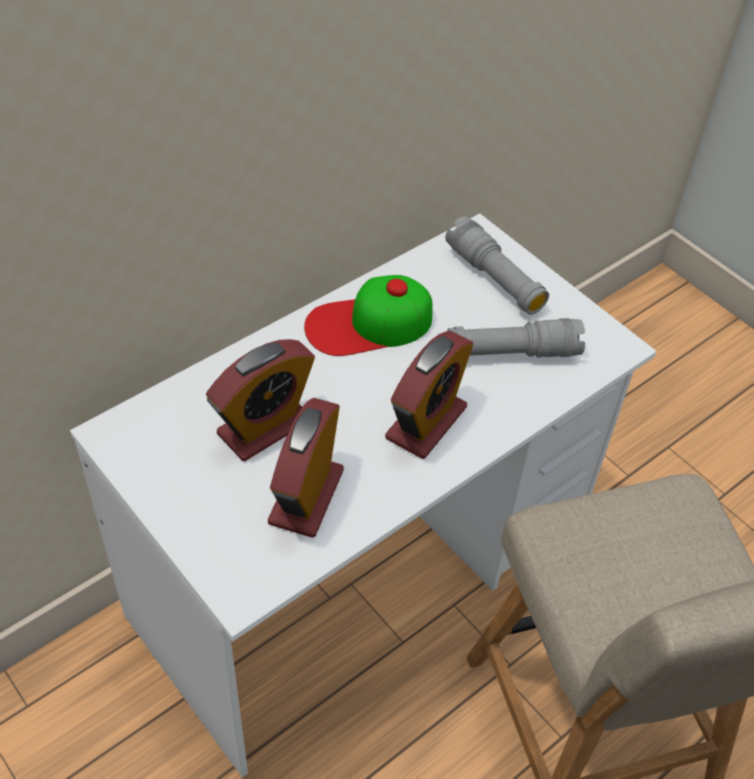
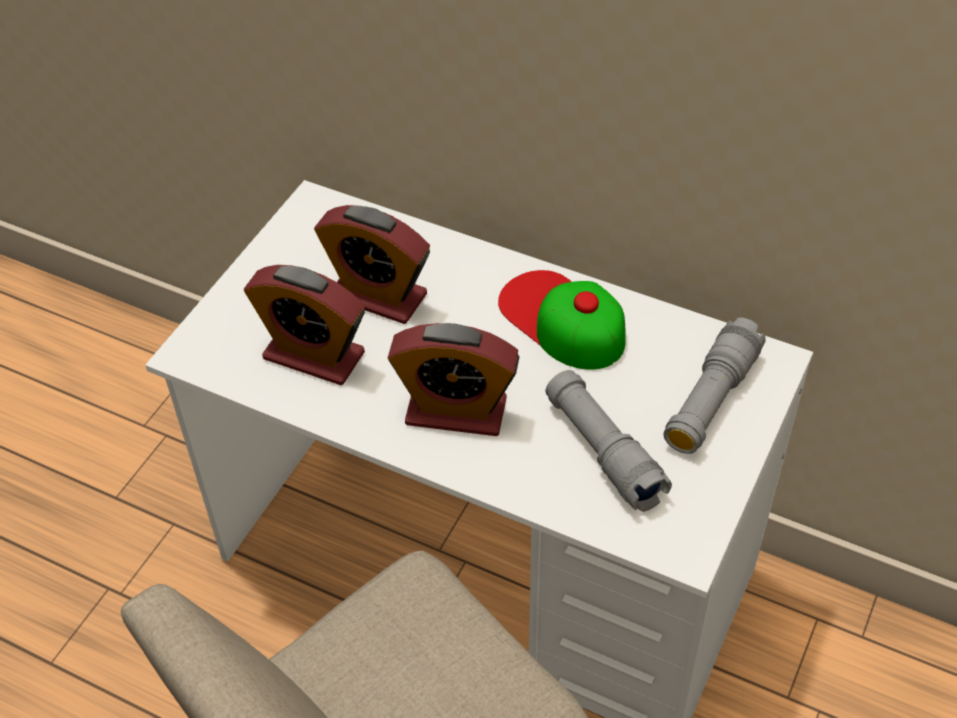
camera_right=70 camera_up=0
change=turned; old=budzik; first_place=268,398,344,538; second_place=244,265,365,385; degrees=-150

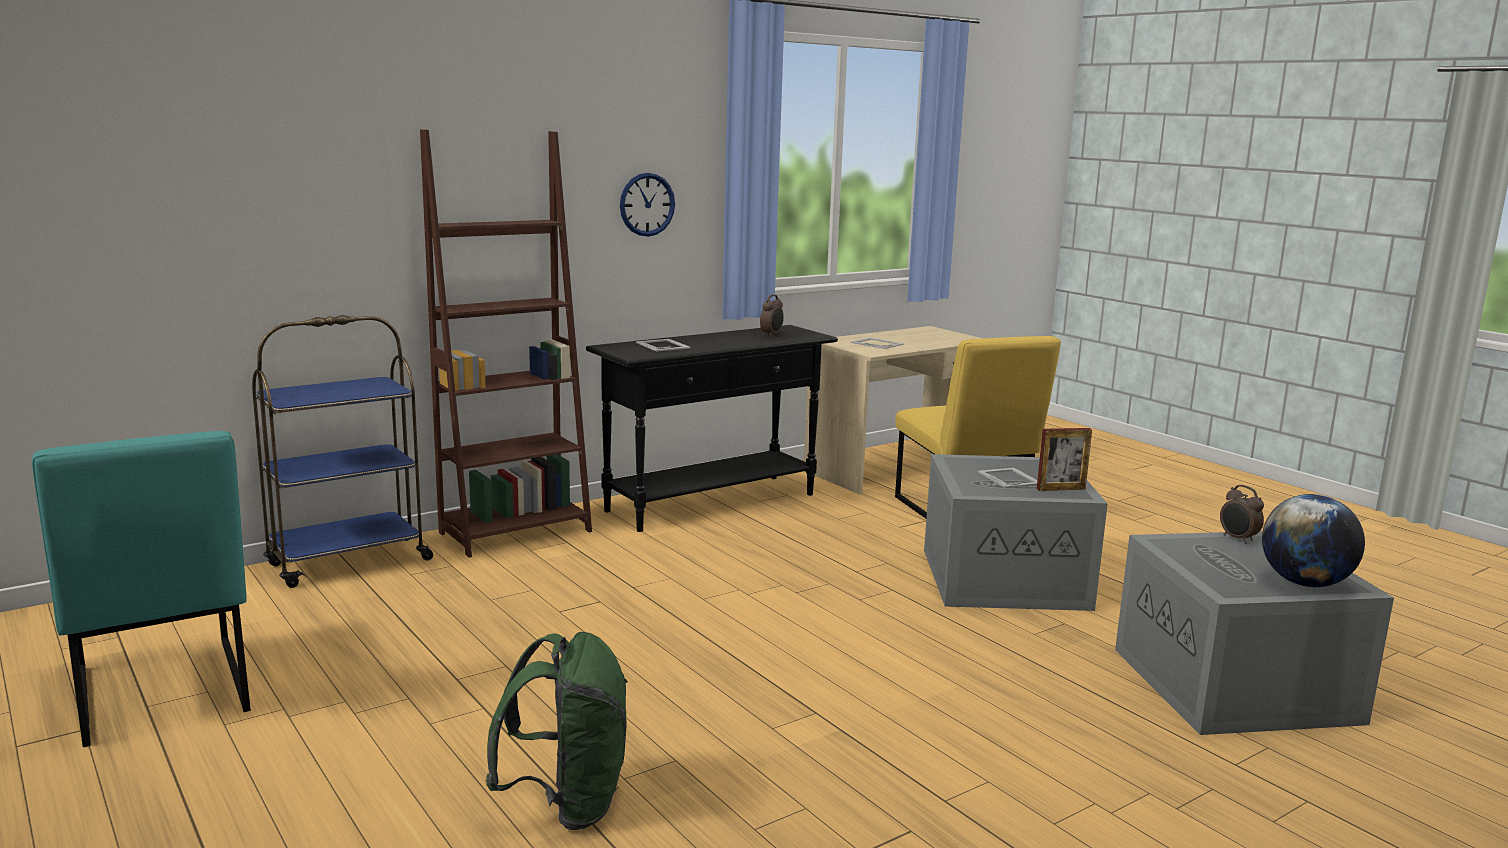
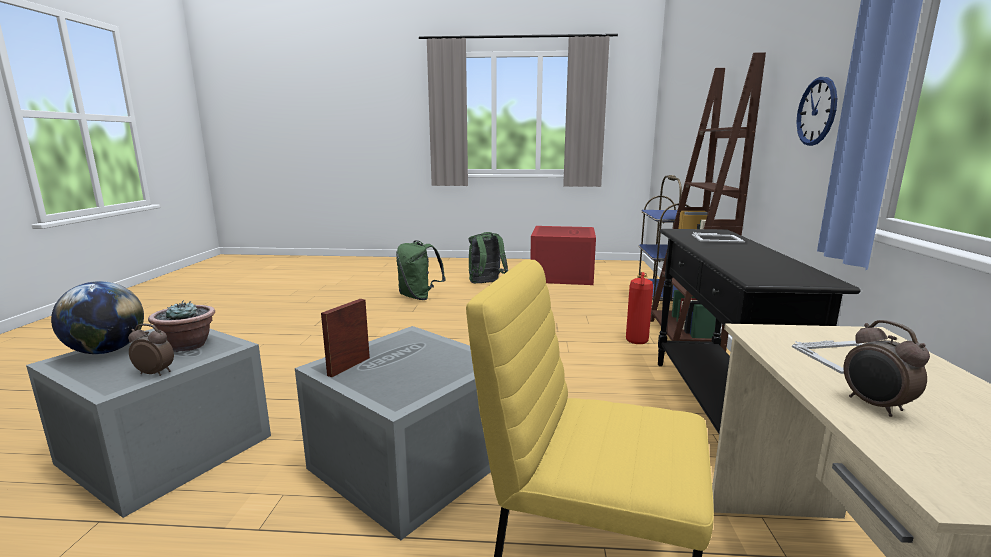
camera_right=130 camera_up=0
change=moved; old=budzik; first_place=760,295,784,337; second_place=844,320,930,417
change=replaced; old=krzesło [turkusowy]; new=pojemnik do przechowywania [czerwony]; first_place=32,431,251,747; second_place=530,226,596,285
change=removed; old=ramka na zdjęcie; first_place=978,468,1037,488
change=added; new=plecak [zielony]; second_place=469,232,508,283
change=added; new=gaśnica; second_place=626,272,653,344
change=added; new=roślina doniczkowa; second_place=148,300,215,352

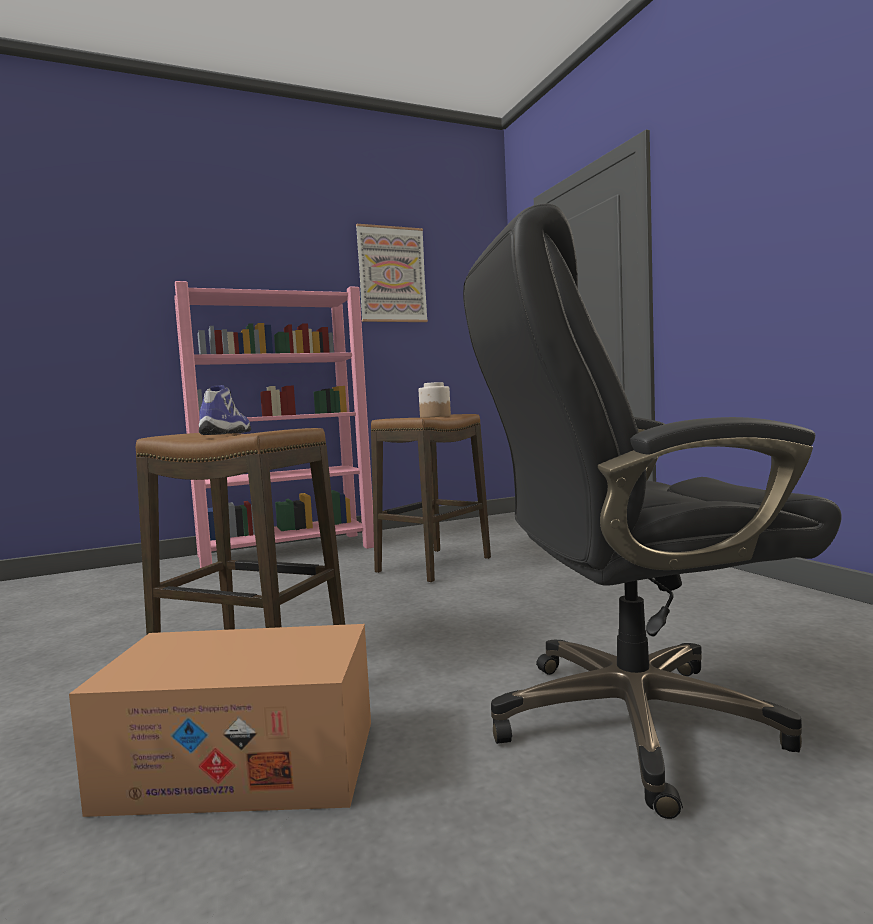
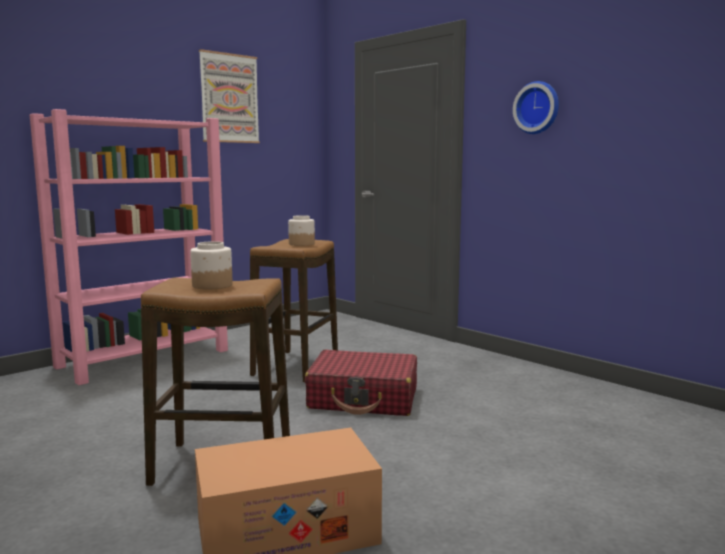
camera_right=-20 camera_up=5
change=removed; old=krzesło biurowe [czarny]; first_place=463,204,842,819
change=replaced; old=but; new=słoik; first_place=199,385,251,435; second_place=190,241,233,290
change=added; new=zegar ścienny; second_place=513,81,559,134
change=added; new=walizka [czerwony]; second_place=305,349,417,416

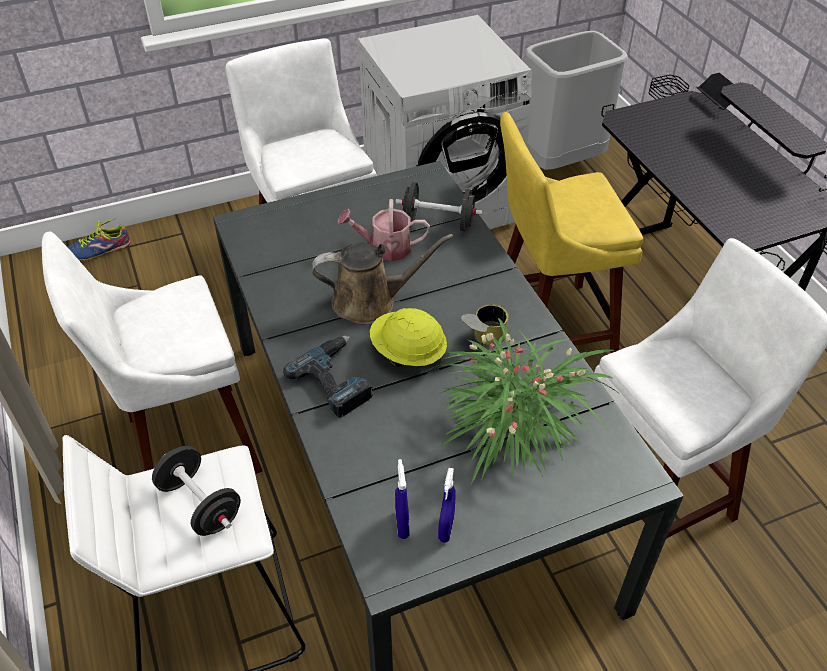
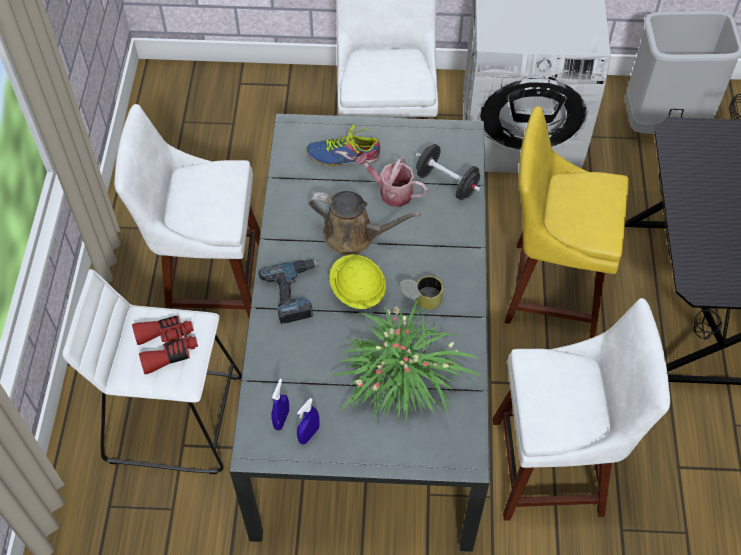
camera_right=25 camera_up=10
change=moved; old=but; first_place=67,218,130,261; second_place=306,125,380,166
change=replaced; old=hantel [czarny]; new=lornetka [czerwony]; first_place=152,446,241,536; second_place=132,316,198,374

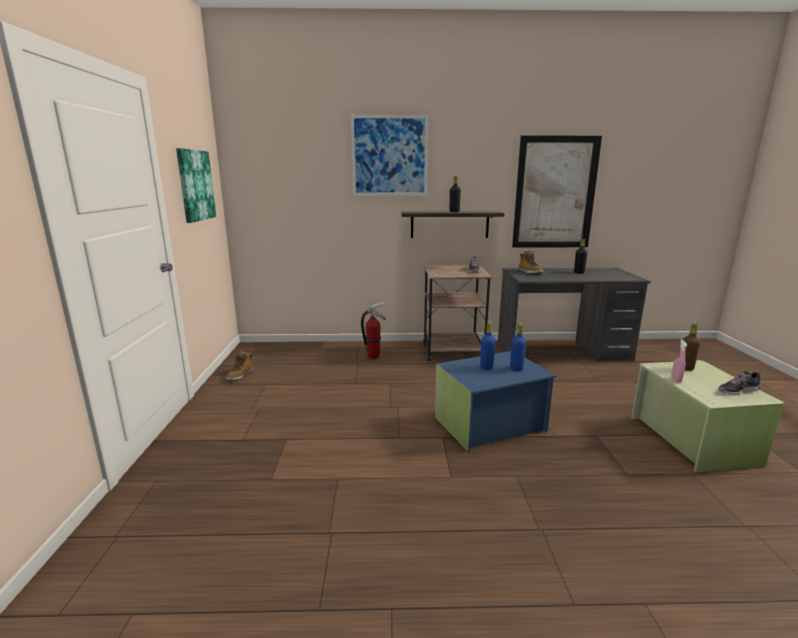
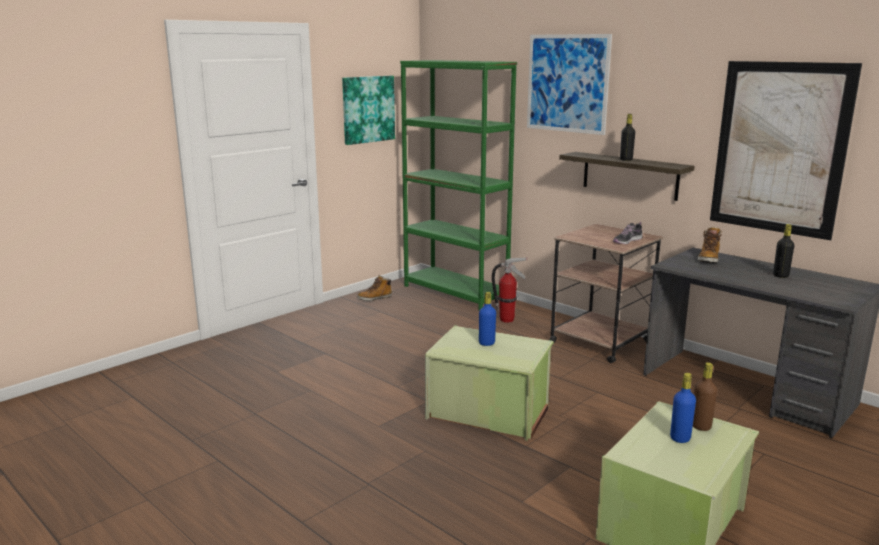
camera_right=45 camera_up=0
change=moved; old=butelka [niebieski]; first_place=510,323,526,371; second_place=670,373,696,443
change=removed; old=spryskiwacz [różowy]; first_place=671,339,687,383
change=recoloured; old=pojemnik do przechowywania [niebieski]; new=pojemnik do przechowywania [zielony]; first_place=435,351,557,452; second_place=425,325,554,441
change=removed; old=but; first_place=718,371,761,395
change=added; new=regał [zielony]; second_place=400,60,517,311

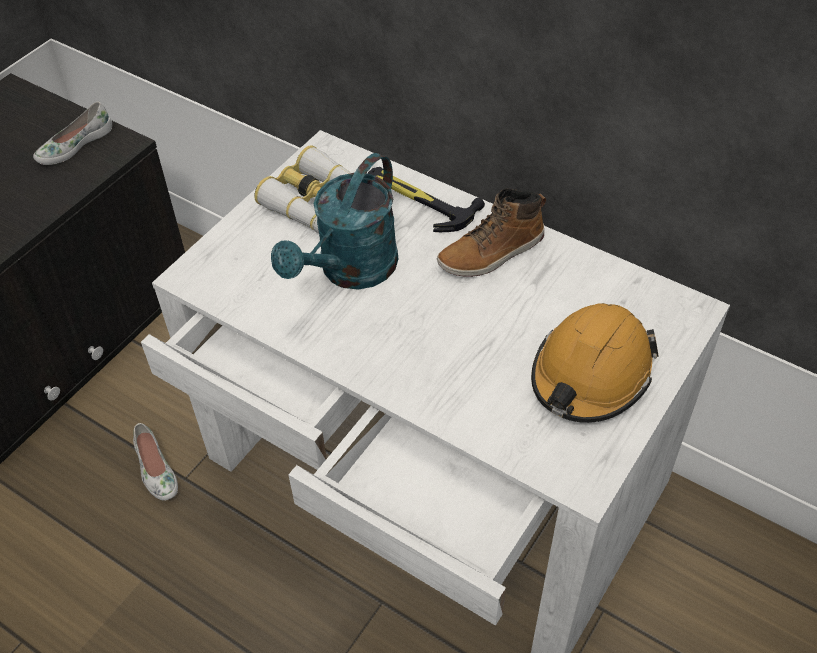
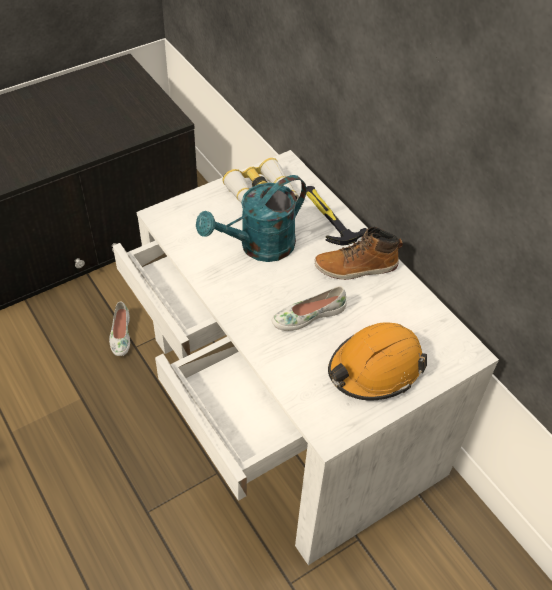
camera_right=20 camera_up=0
change=moved; old=but [biały]; first_place=33,102,112,165; second_place=271,286,347,331

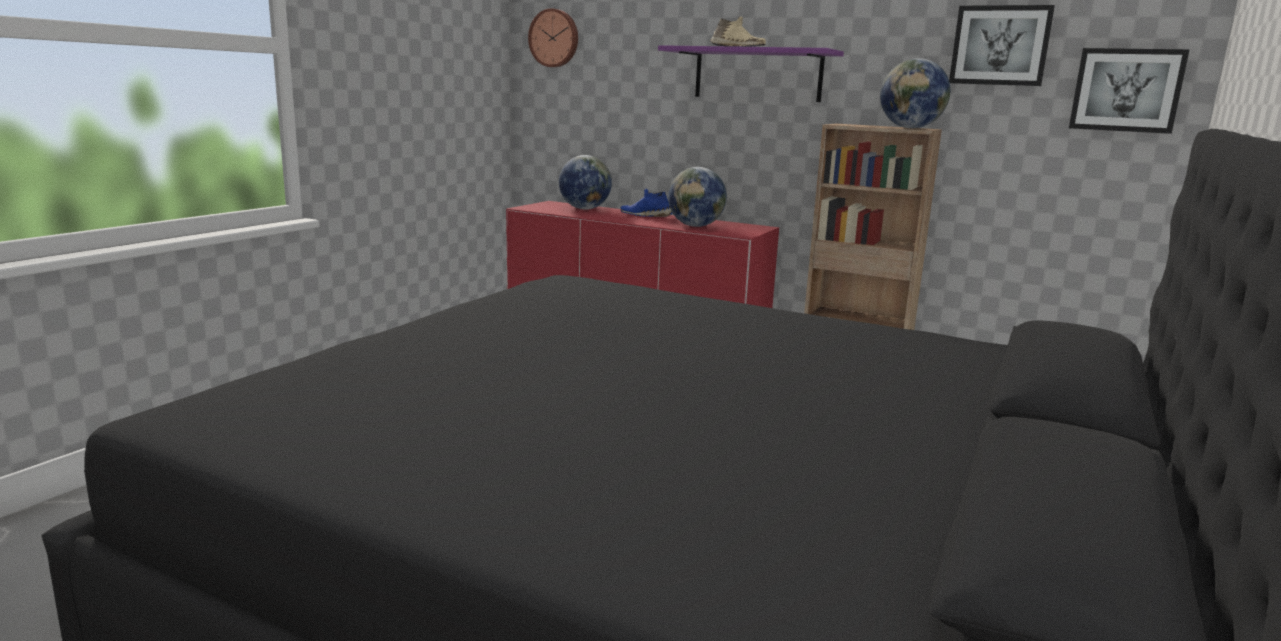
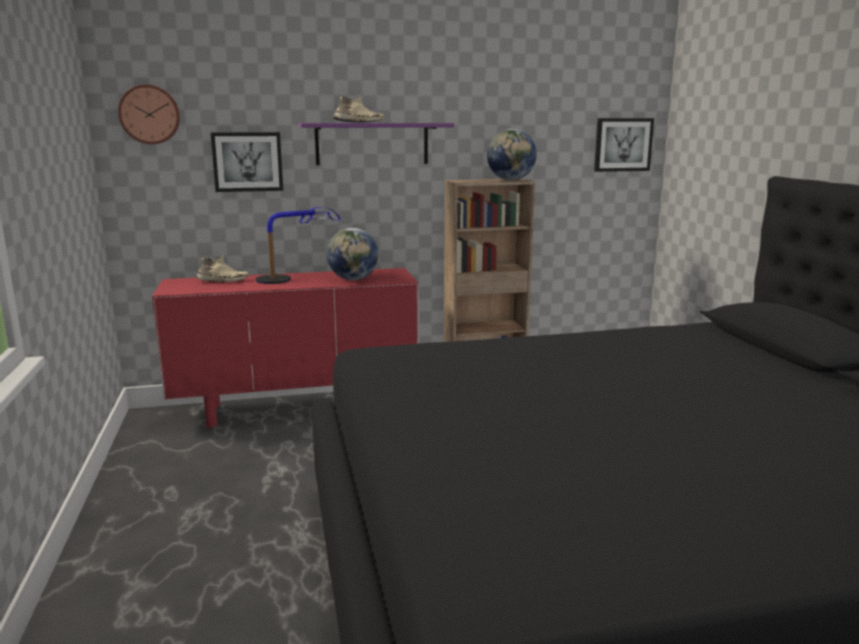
camera_right=-40 camera_up=0
change=moved; old=obraz; first_place=949,5,1055,86; second_place=211,132,283,192
change=replaced; old=globus; new=but [beżowy]; first_place=559,155,612,210; second_place=196,256,248,282
change=replaced; old=but [niebieski]; new=lampa stołowa; first_place=621,189,672,217; second_place=255,207,340,284

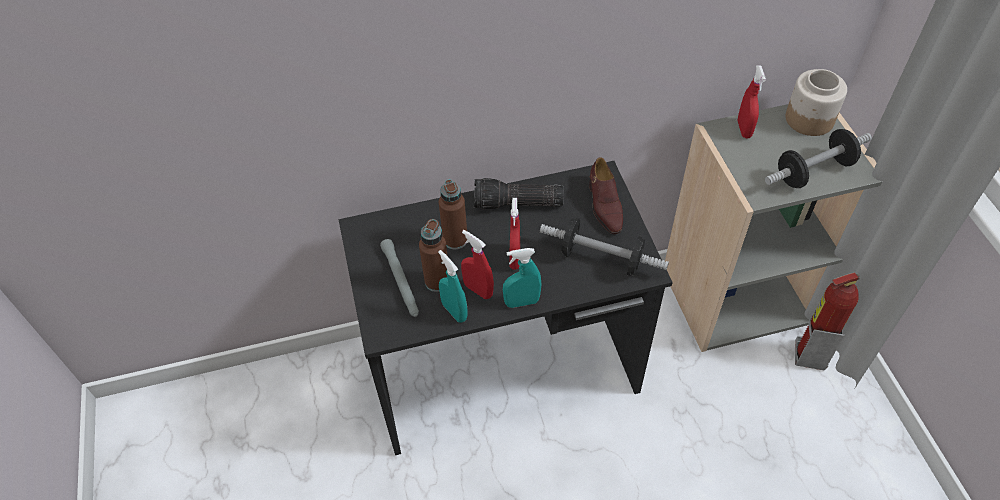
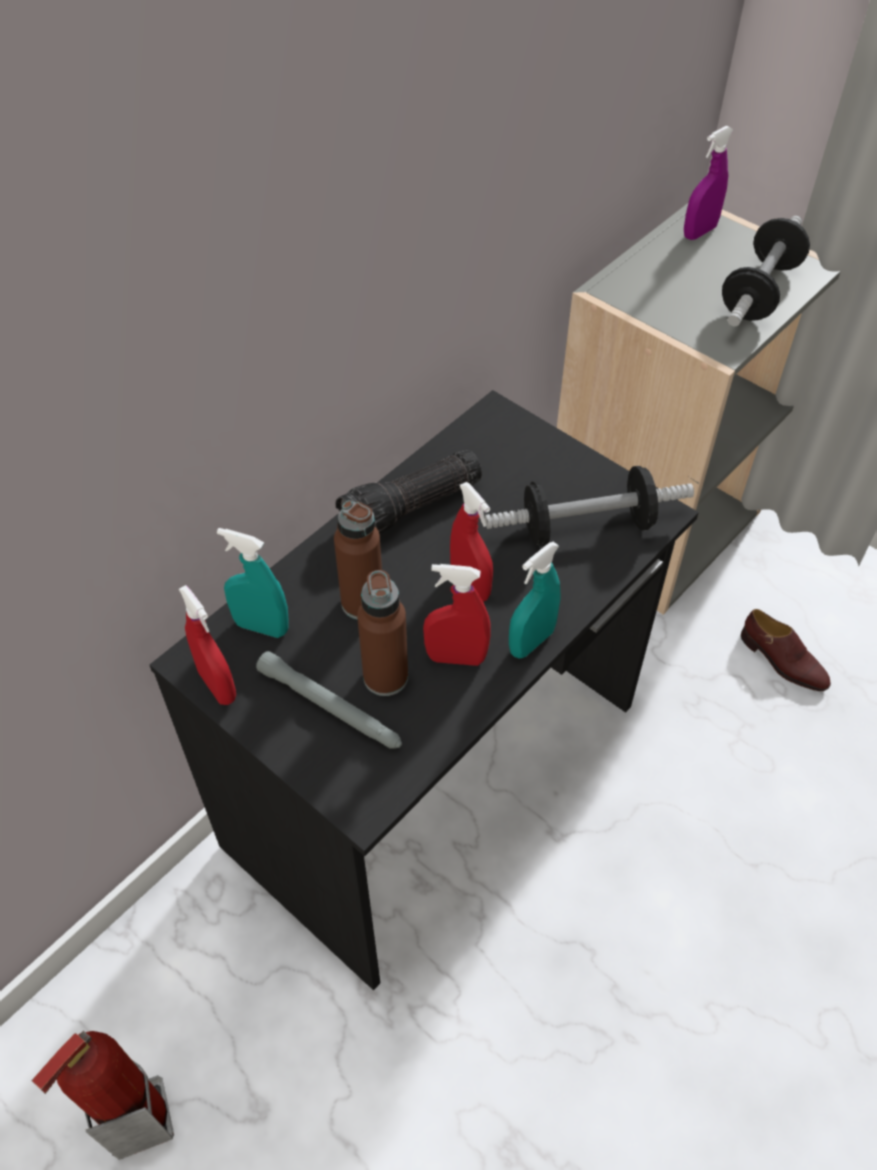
camera_right=-35 camera_up=0
change=moved; old=spryskiwacz [czerwony]; first_place=738,65,766,139; second_place=179,585,236,705
change=replaced; old=słoik; new=spryskiwacz [fioletowy]; first_place=785,69,847,136; second_place=684,125,734,240
change=moved; old=but [brązowy]; first_place=589,157,623,234; second_place=741,609,831,691
change=moved; old=spryskiwacz [turkusowy]; first_place=438,250,468,322; second_place=217,528,289,638
change=moved; old=gaśnica; first_place=795,272,860,371; second_place=31,1031,174,1160

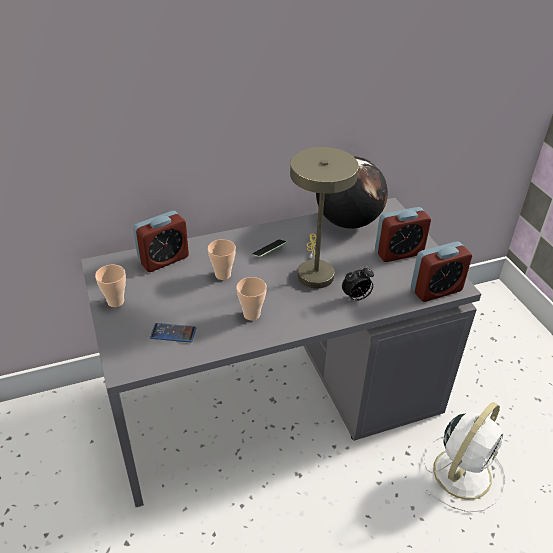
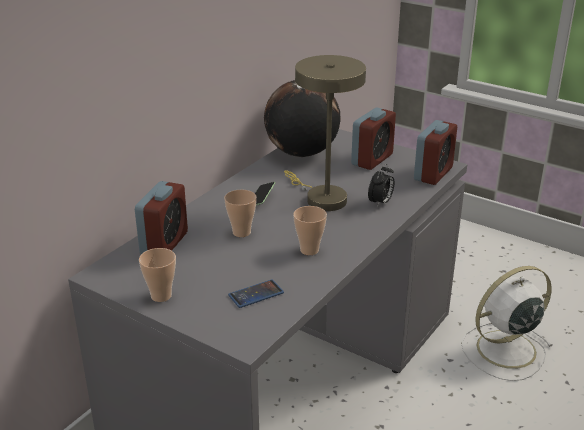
camera_right=-35 camera_up=-10
change=turned; old=wentylator [biały]; first_place=424,402,506,512; second_place=461,266,553,381; degrees=-120

